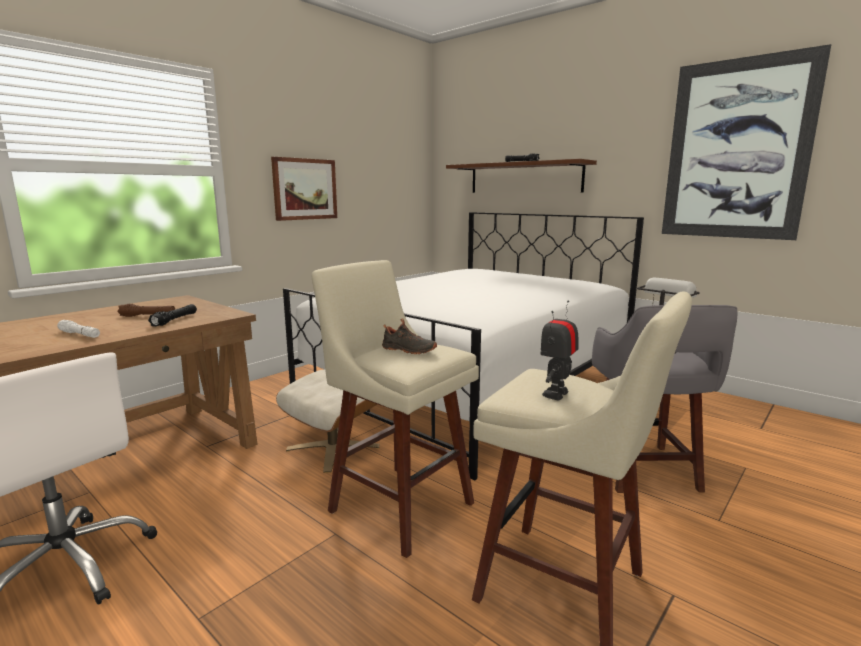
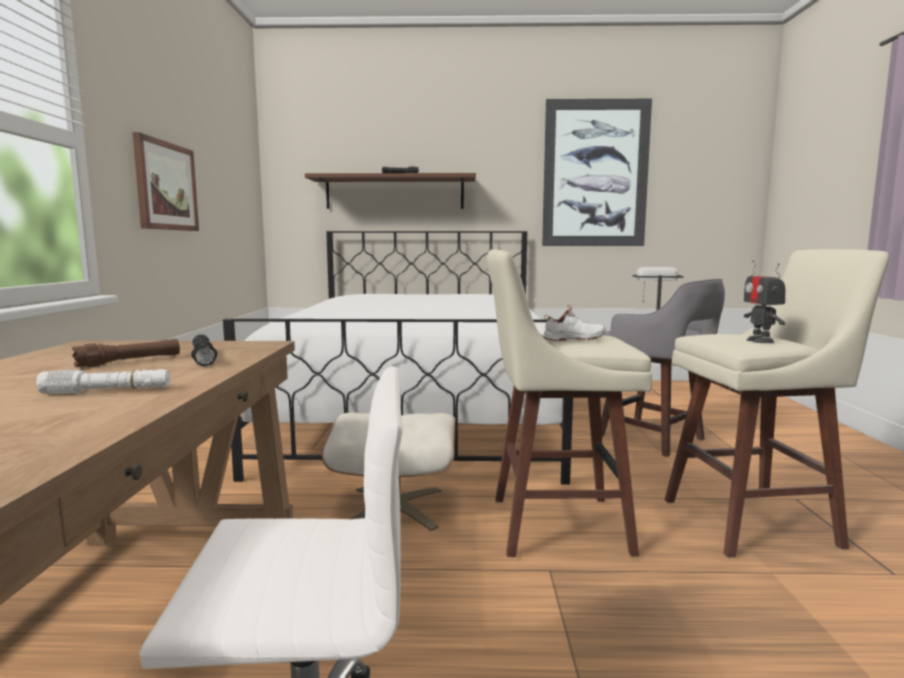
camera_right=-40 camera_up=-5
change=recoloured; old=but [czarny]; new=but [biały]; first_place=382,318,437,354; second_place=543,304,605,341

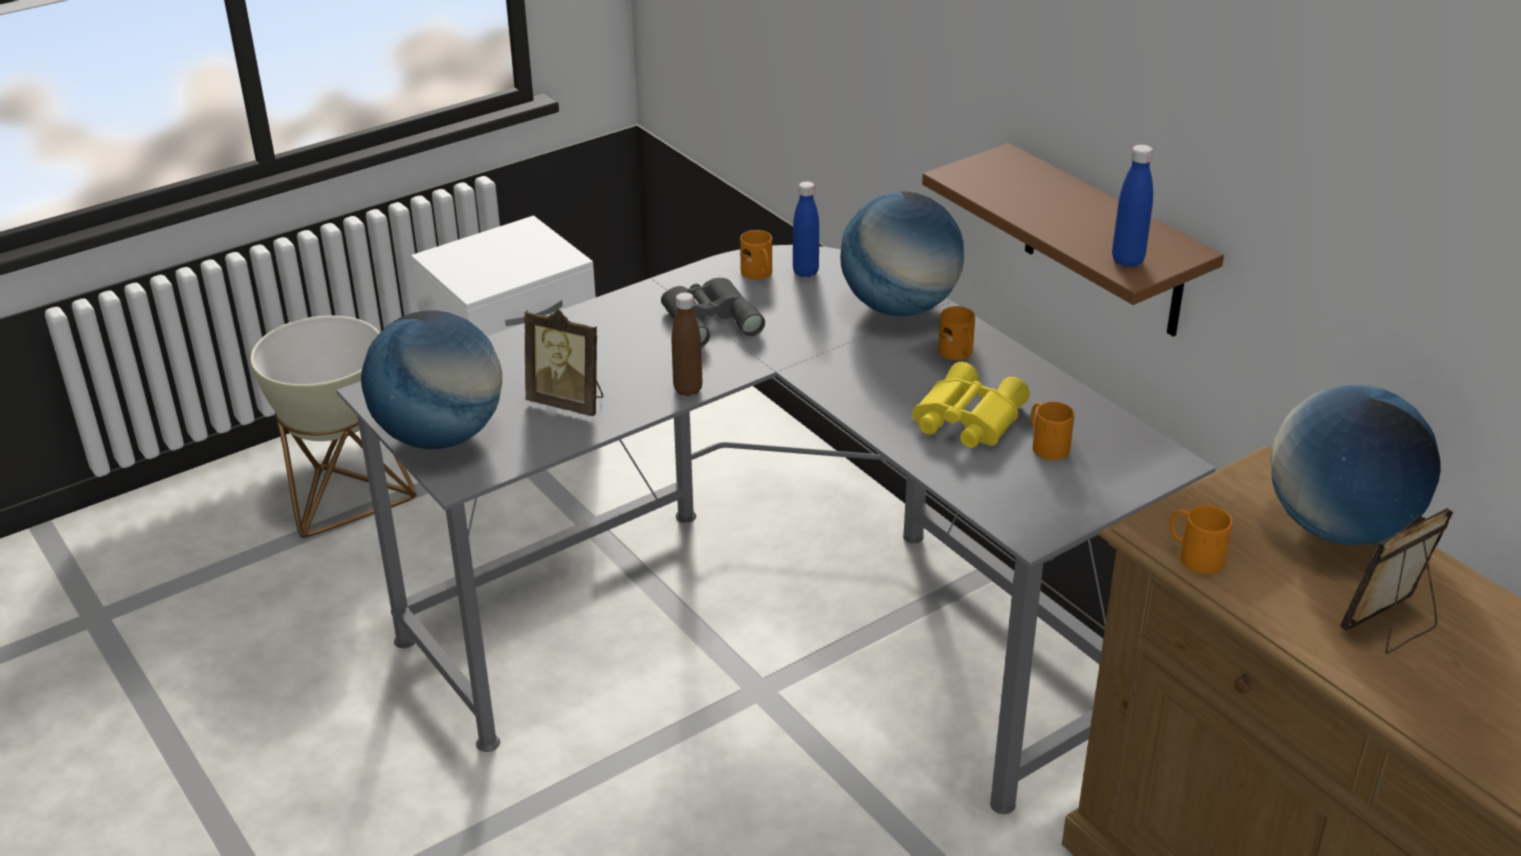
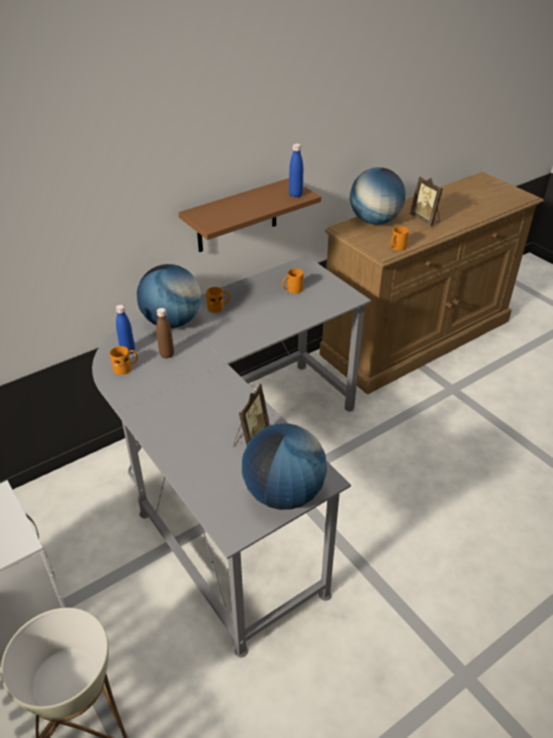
camera_right=-90 camera_up=5
change=removed; old=lornetka [szary]; first_place=661,278,765,348
change=moved; old=butelka [brązowy]; first_place=672,293,702,396; second_place=156,308,174,359
change=removed; old=lornetka [żółty]; first_place=912,362,1030,448

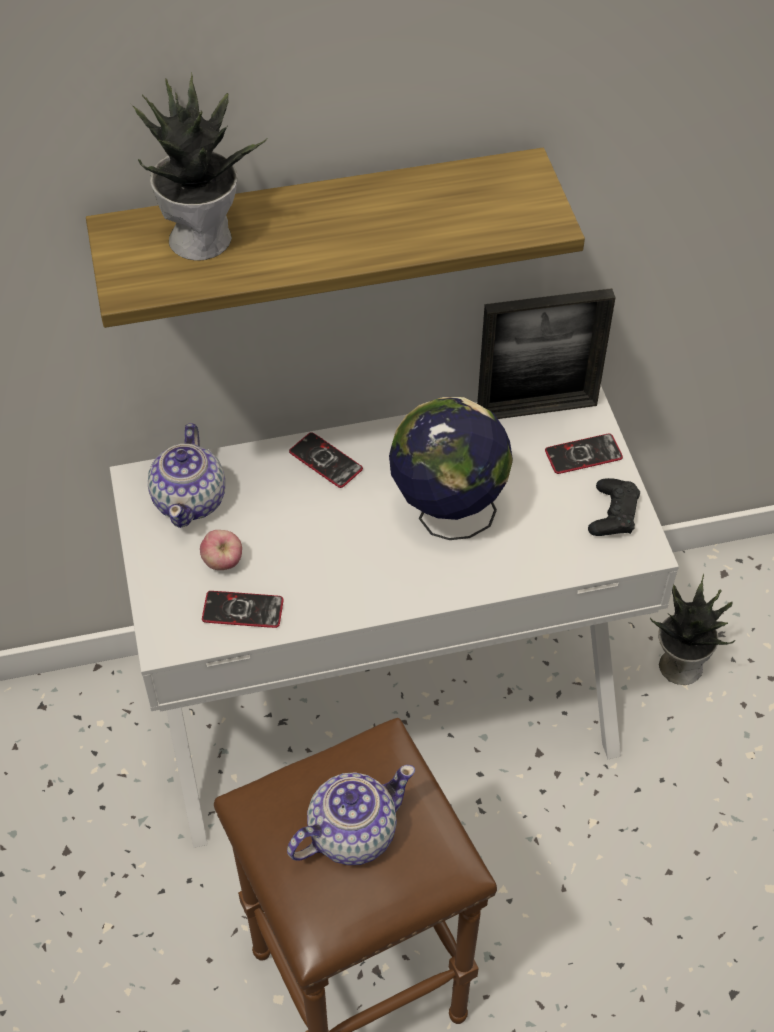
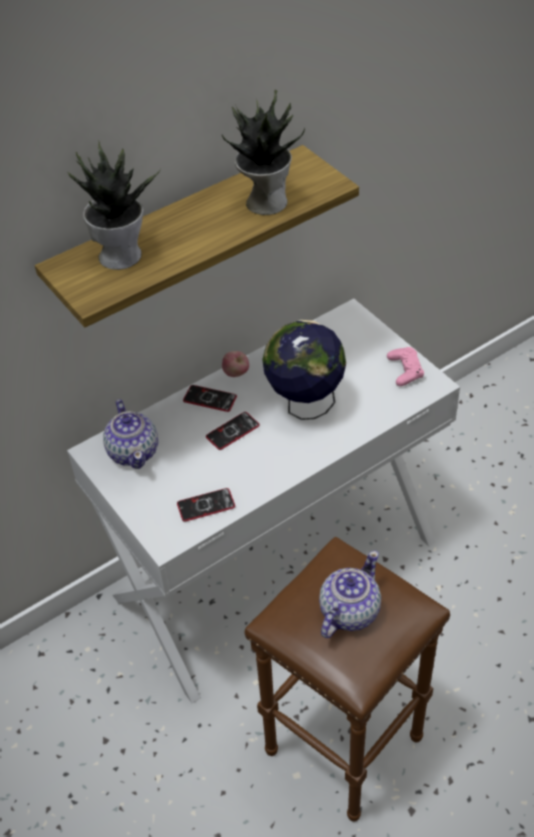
camera_right=-20 camera_up=-5
change=removed; old=ramka na zdjęcie; first_place=477,288,616,419
change=moved; old=telefon; first_place=545,434,623,474; second_place=206,412,260,450
change=recoloured; old=pad do gier [czarny]; new=pad do gier [różowy]; first_place=588,478,640,536; second_place=387,347,424,386
change=moved; old=jabłko; first_place=200,530,242,570; second_place=222,351,249,377
change=moved; old=roślina doniczkowa; first_place=650,573,735,685; second_place=222,90,305,215

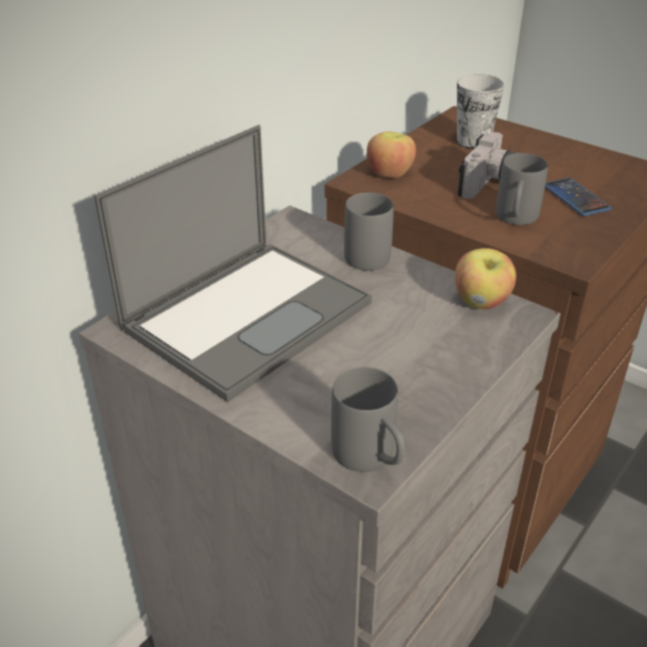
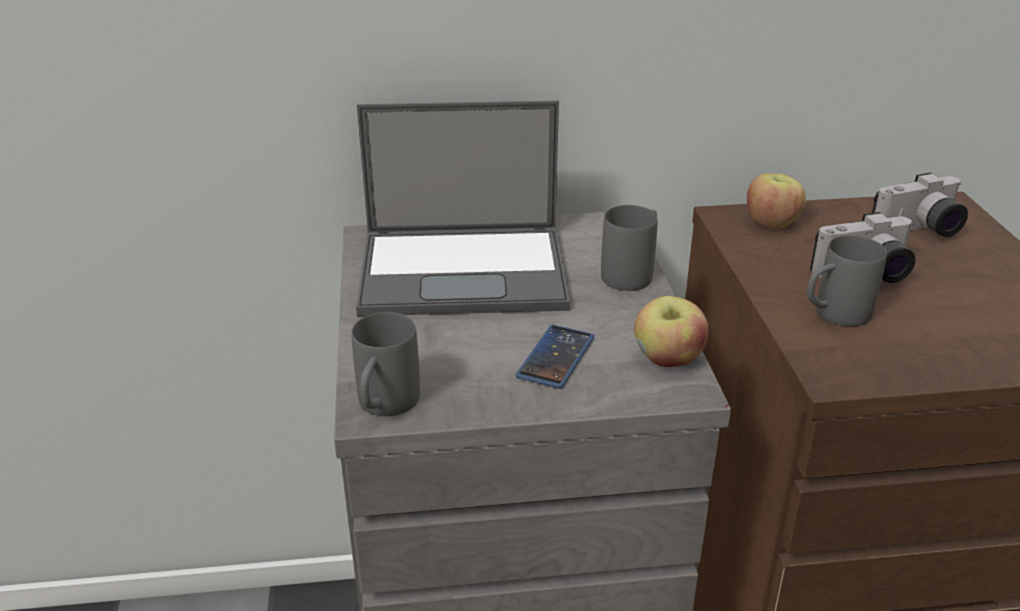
camera_right=45 camera_up=-5
change=replaced; old=filiżanka; new=aparat fotograficzny; first_place=457,74,505,149; second_place=872,173,968,237
change=moved; old=telefon; first_place=545,178,612,216; second_place=516,325,594,389

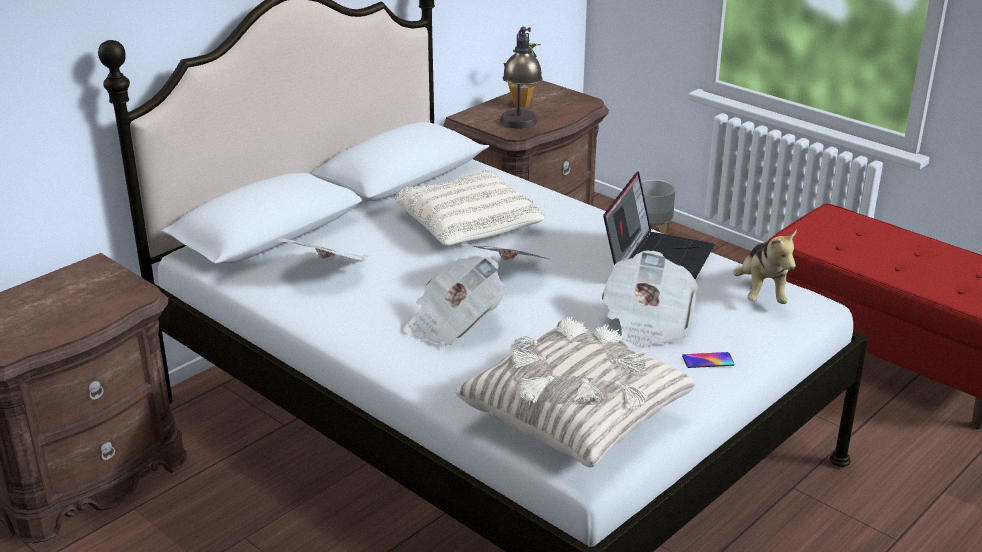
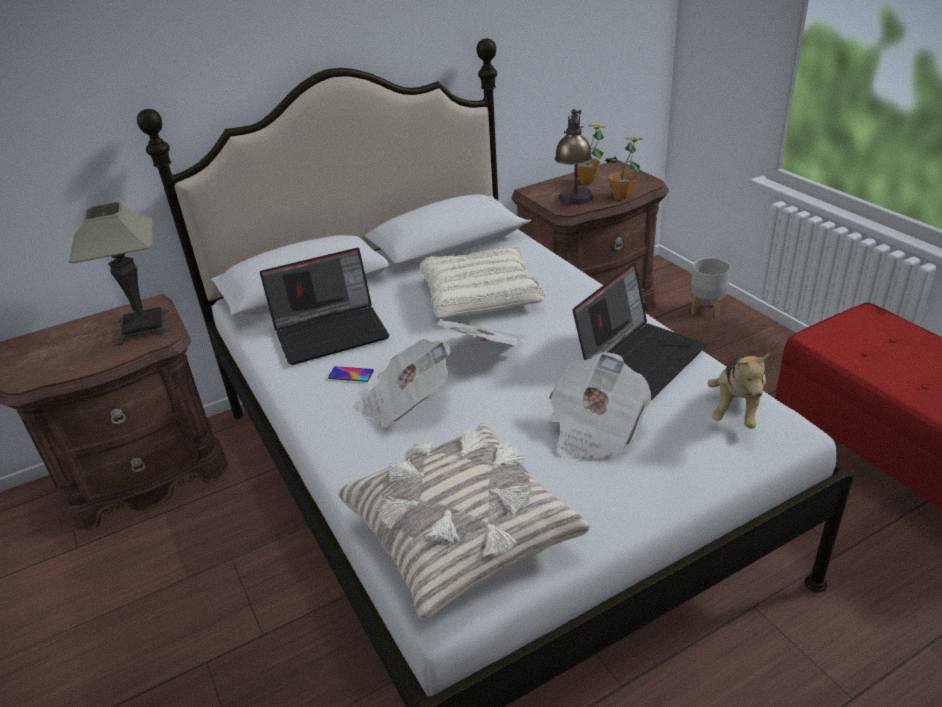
camera_right=20 camera_up=5
change=replaced; old=gazeta; new=laptop; first_place=278,238,369,261; second_place=260,248,389,365
change=moved; old=telefon; first_place=682,352,735,368; second_place=328,366,374,382
change=added; new=roślina doniczkowa; second_place=605,138,642,200
change=added; new=lampa stołowa; second_place=69,202,170,345

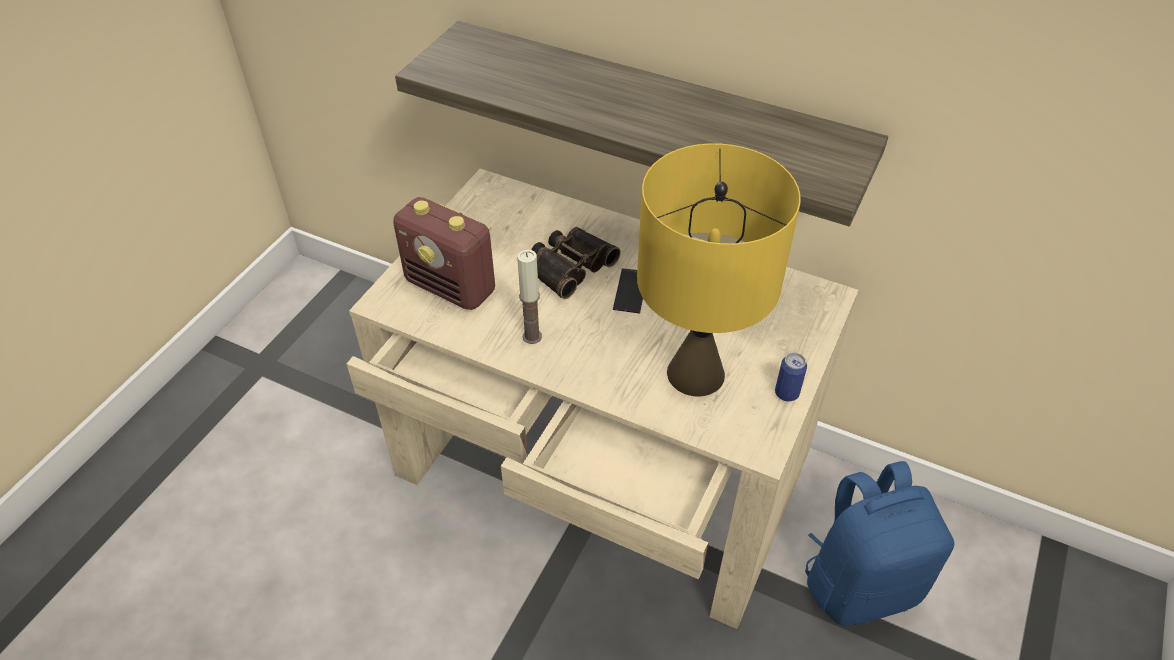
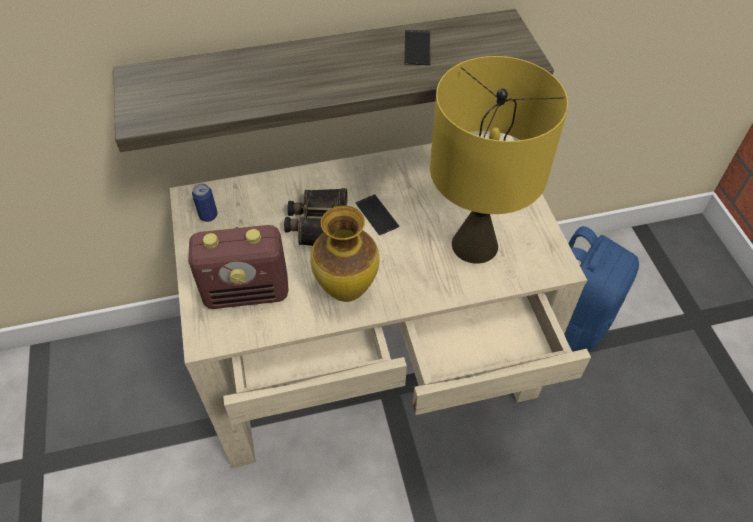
camera_right=-40 camera_up=5
change=replaced; old=świeca; new=wazon; first_place=517,250,542,344; second_place=310,205,379,302
change=moved; old=puszka; first_place=775,353,807,401; second_place=192,183,218,222
change=added; new=telefon; second_place=404,30,430,65

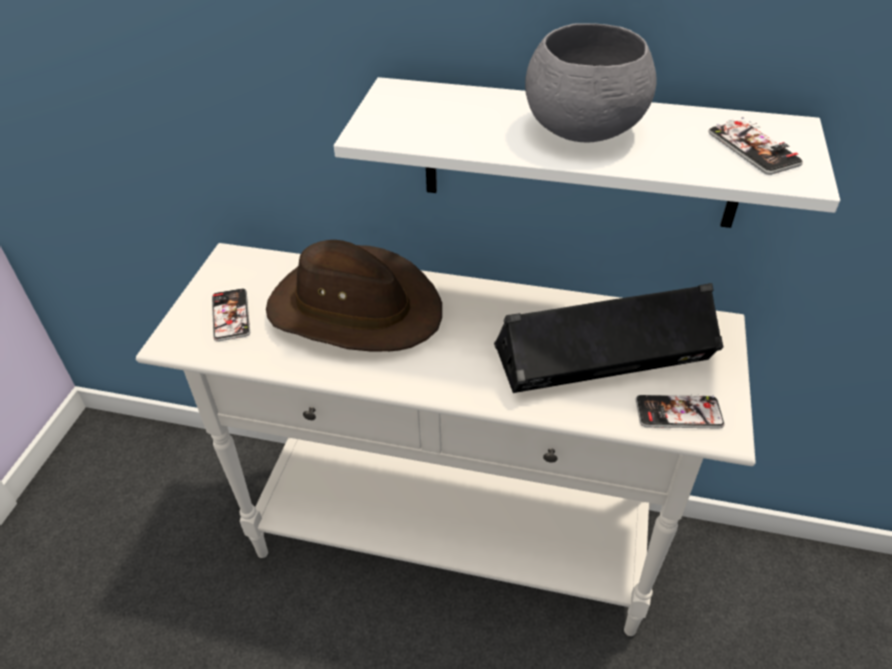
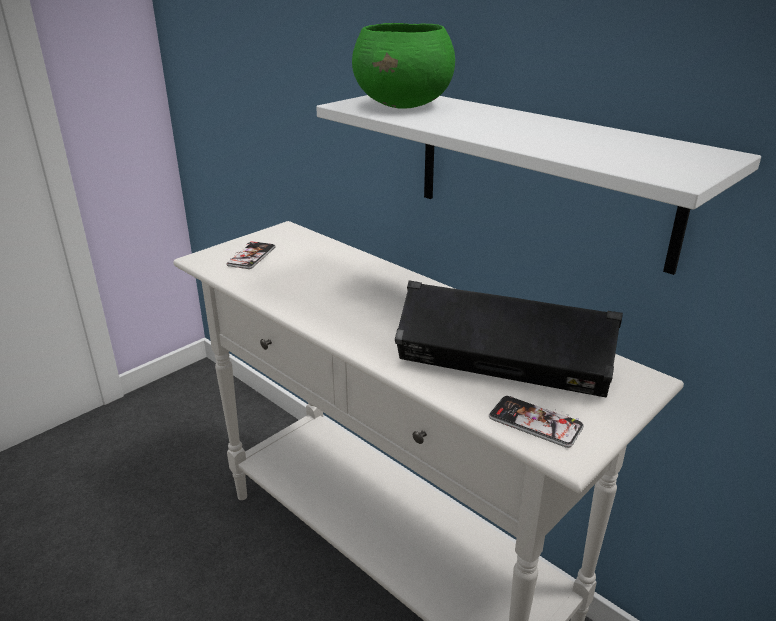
camera_right=30 camera_up=-15
change=removed; old=miska [szary]; first_place=525,23,657,142
change=removed; old=telefon; first_place=708,117,803,175
change=removed; old=kapelusz [brązowy]; first_place=266,240,442,352
change=added; new=miska [zielony]; second_place=352,23,455,109

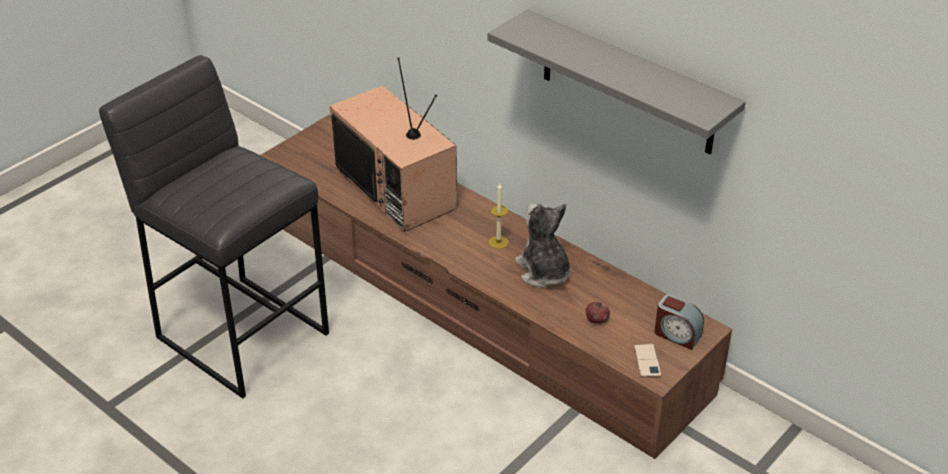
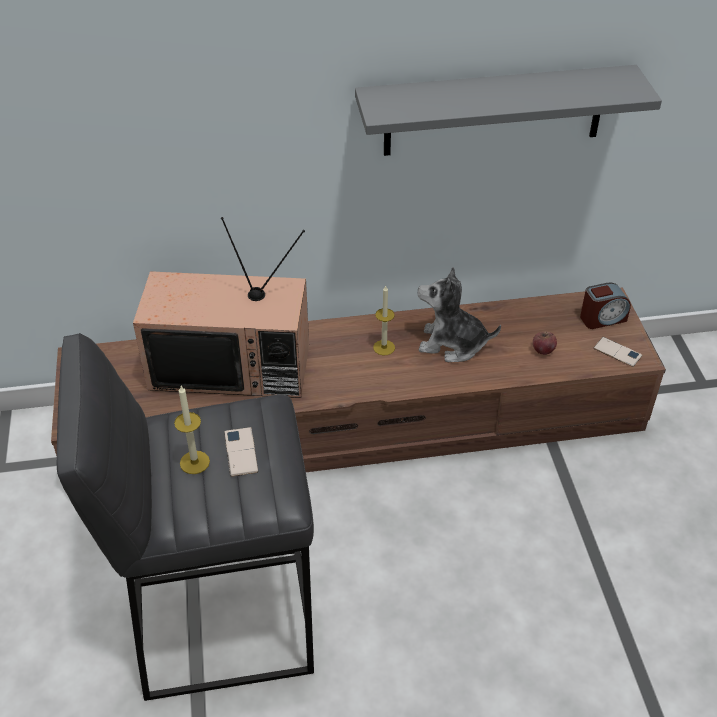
camera_right=-50 camera_up=5
change=added; new=świeca; second_place=174,386,210,474
change=added; new=telefon; second_place=224,427,258,477

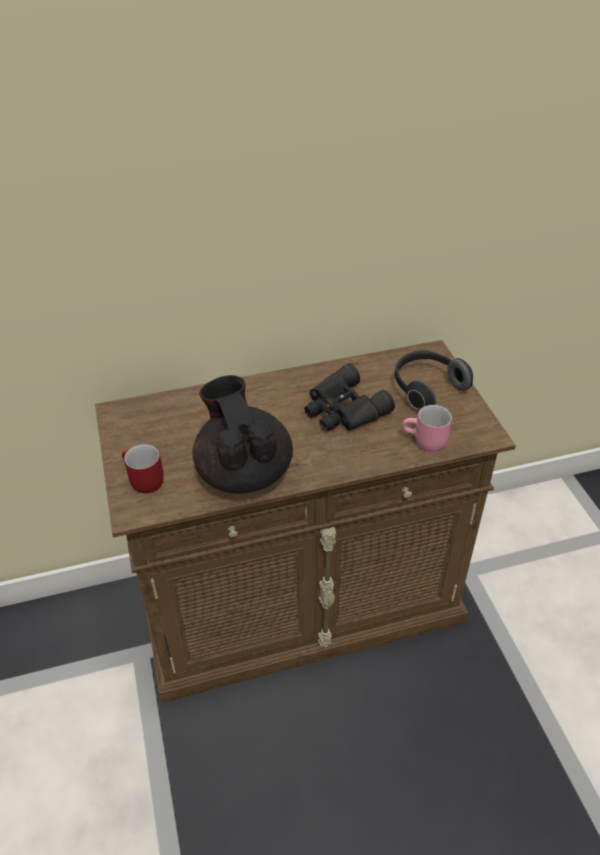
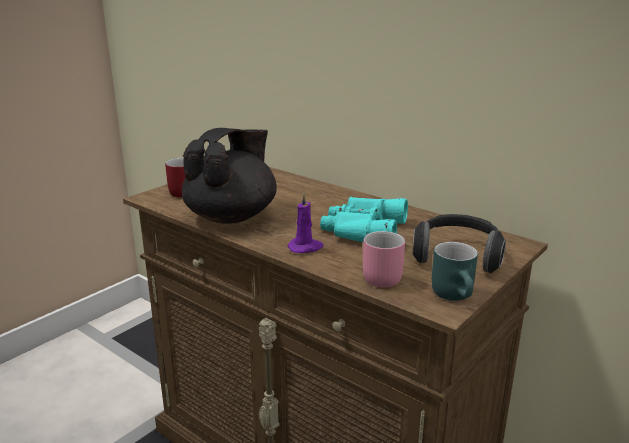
camera_right=55 camera_up=-20
change=recoloured; old=lornetka [czarny]; new=lornetka [turkusowy]; first_place=304,364,395,432; second_place=320,197,408,243
change=added; new=świeca [fioletowy]; second_place=287,192,324,253
change=added; new=kubek [turkusowy]; second_place=432,242,478,301

